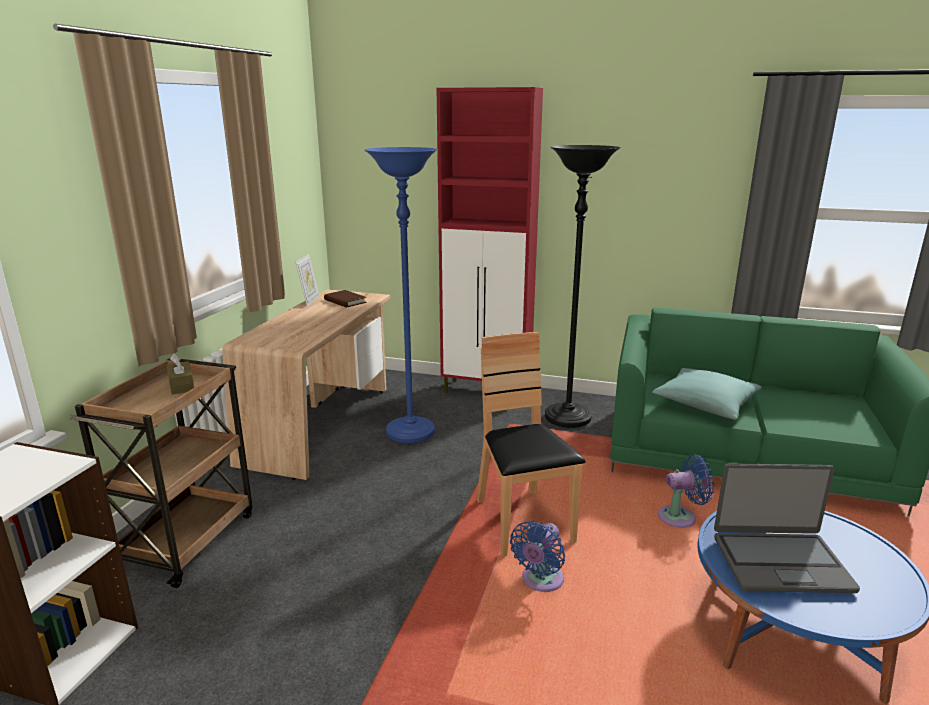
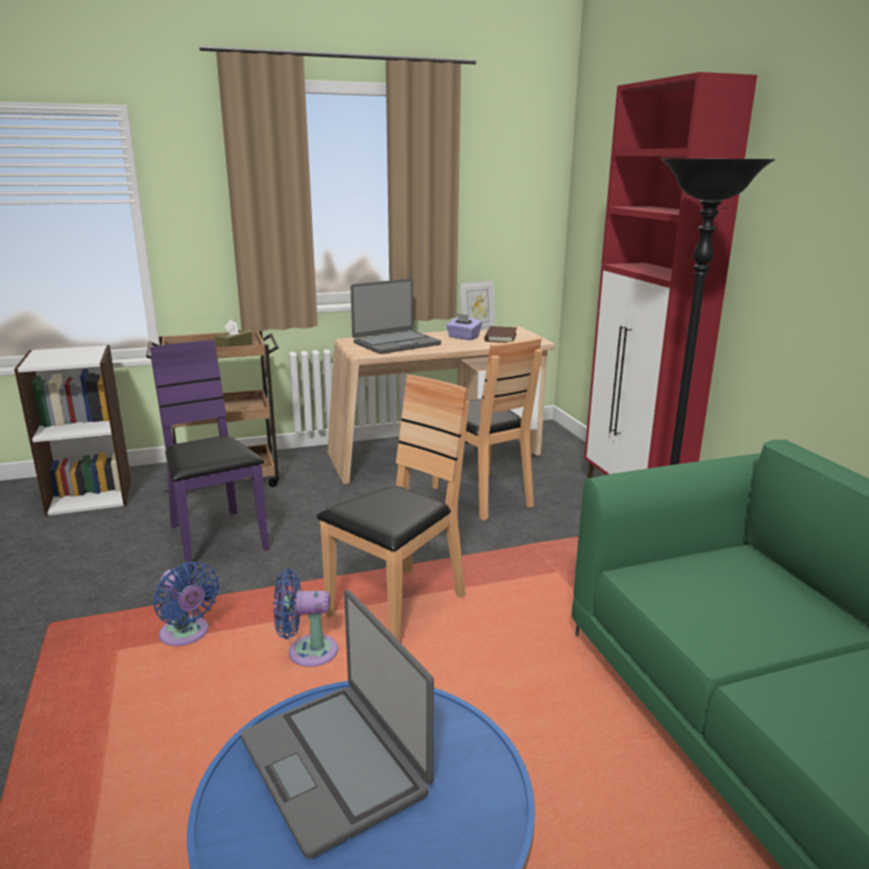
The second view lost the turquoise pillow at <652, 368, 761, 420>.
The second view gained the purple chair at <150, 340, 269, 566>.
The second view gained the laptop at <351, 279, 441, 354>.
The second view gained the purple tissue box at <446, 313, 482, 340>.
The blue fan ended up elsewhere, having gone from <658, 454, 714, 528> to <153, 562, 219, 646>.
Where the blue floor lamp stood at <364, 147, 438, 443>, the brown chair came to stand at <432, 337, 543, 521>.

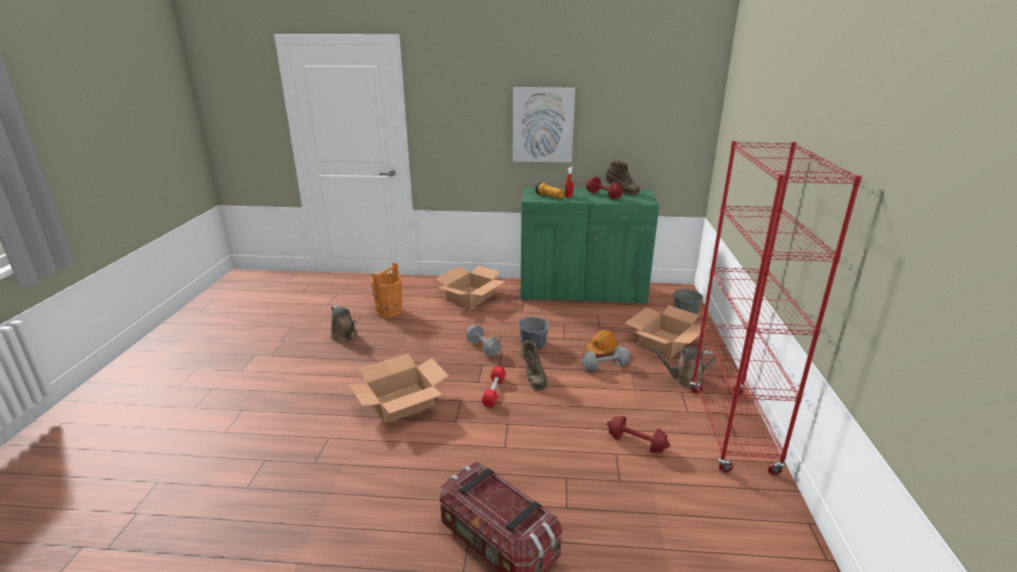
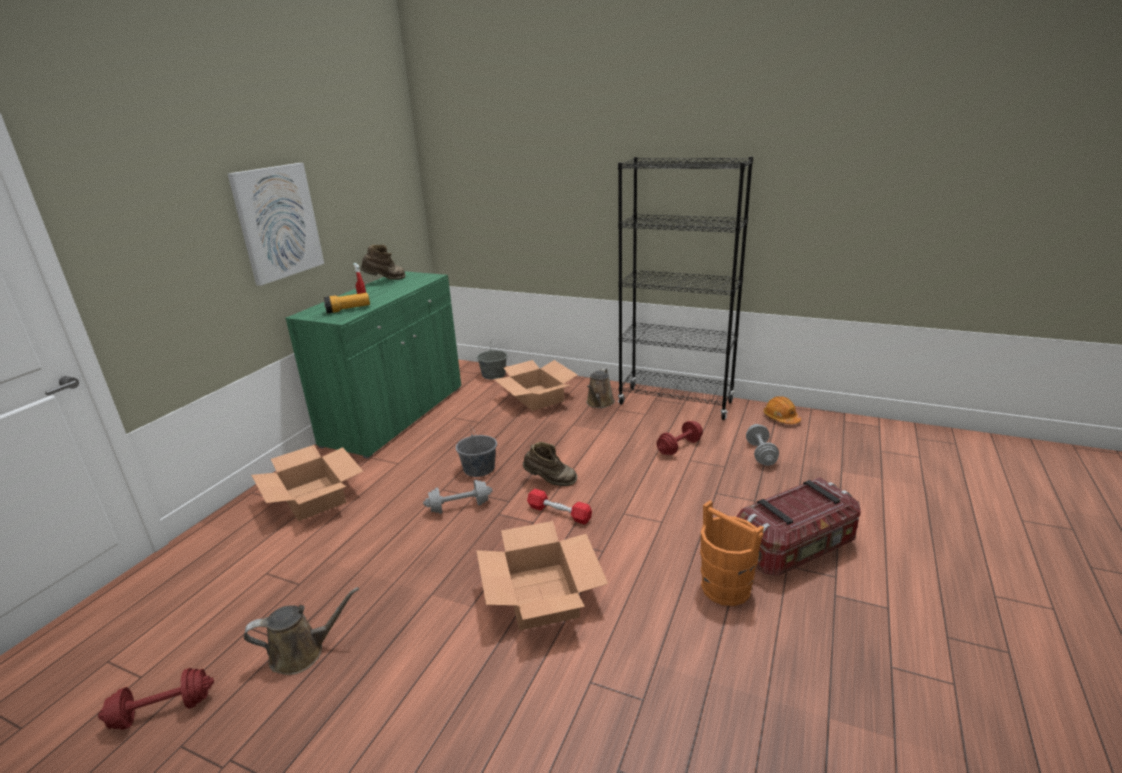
The orange bucket ended up elsewhere, having gone from <371, 262, 402, 318> to <700, 500, 764, 606>.
The grey dumbbell ended up elsewhere, having gone from <581, 347, 631, 371> to <746, 424, 779, 466>.
The red dumbbell ended up elsewhere, having gone from <586, 177, 623, 199> to <98, 668, 214, 730>.
The orange hard hat ended up elsewhere, having gone from <586, 330, 618, 355> to <763, 396, 801, 424>.
What was the red bookcase at <690, 141, 862, 475> turned into the black bookcase at <618, 157, 753, 420>.

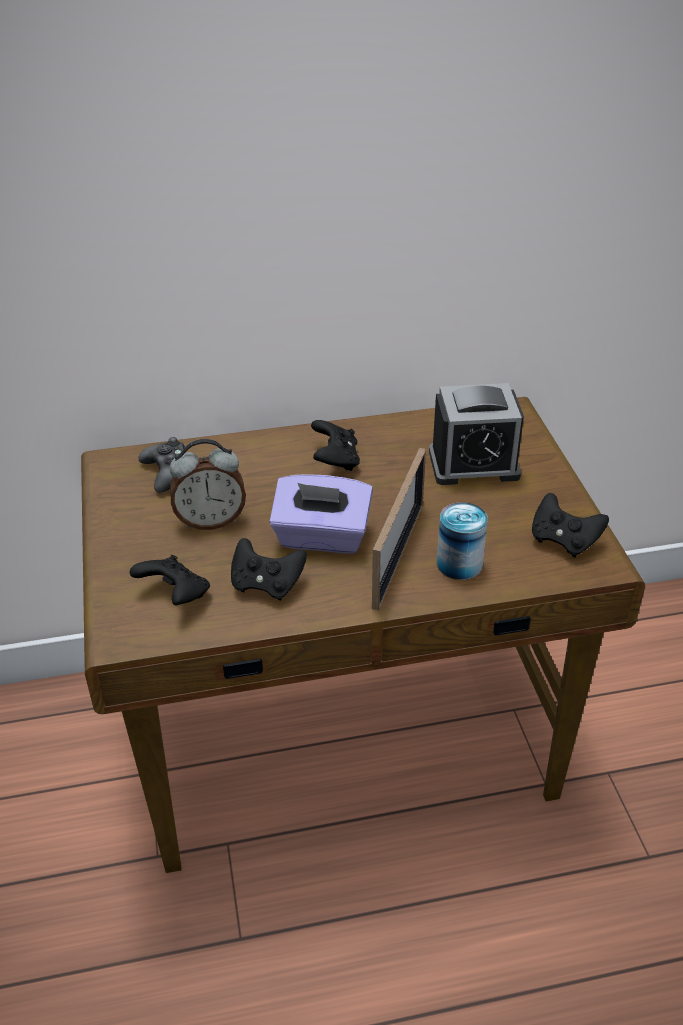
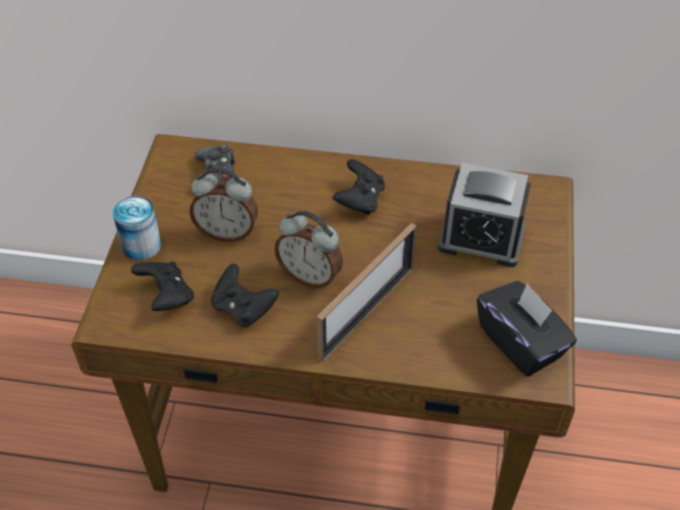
The can ended up elsewhere, having gone from <437, 502, 488, 580> to <113, 196, 161, 261>.
Where the purple tissue box stood at <269, 474, 373, 553>, the alarm clock came to stand at <274, 210, 343, 288>.
Where the black game controller stood at <532, 493, 609, 557>, the black tissue box came to stand at <477, 281, 577, 376>.

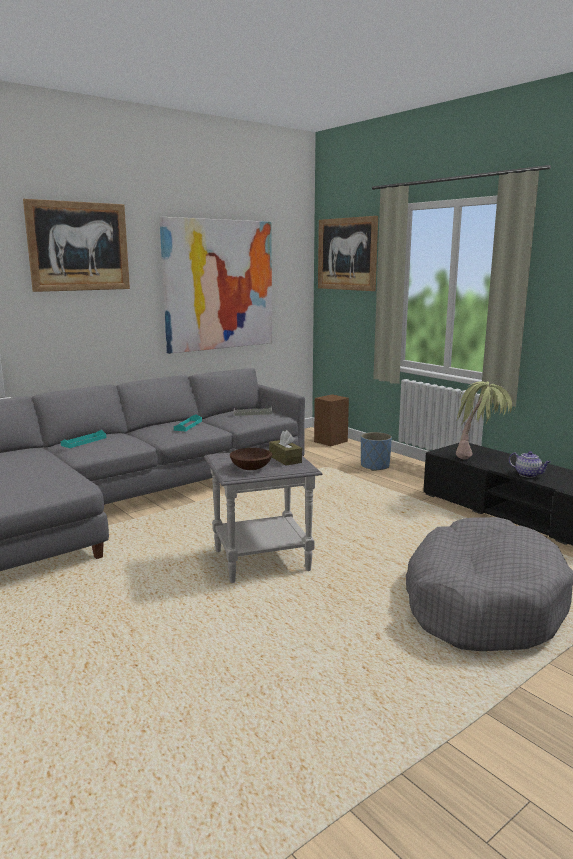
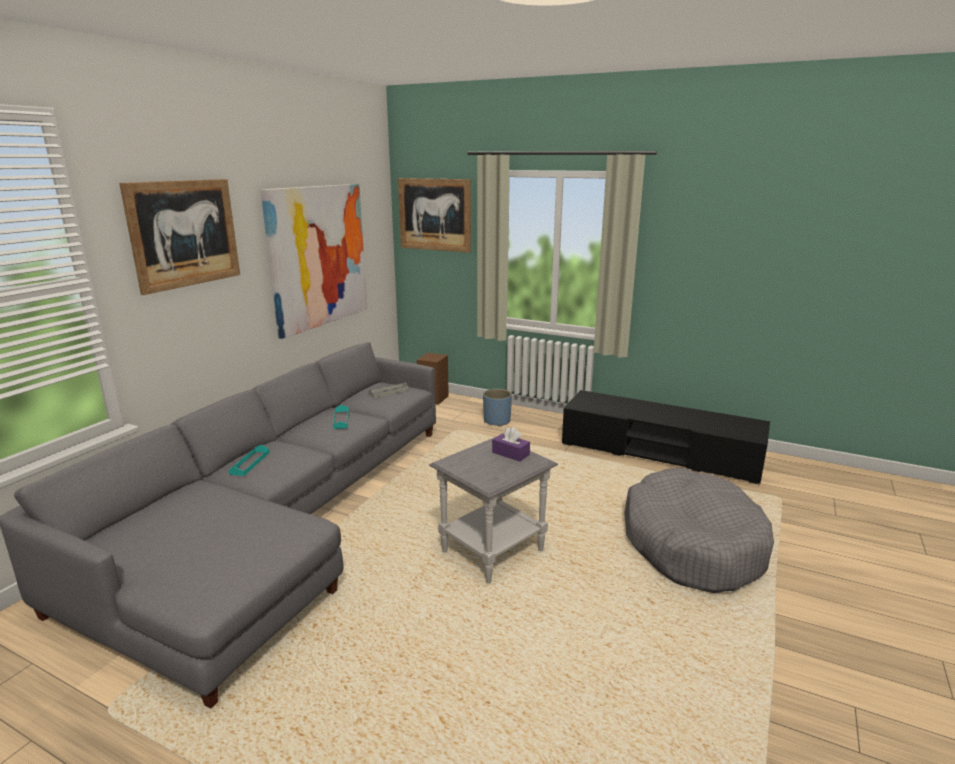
The second view lost the brown bowl at <230, 448, 272, 470>.
The second view lost the potted plant at <456, 381, 515, 460>.
The second view lost the teapot at <509, 451, 551, 478>.
What was the brown tissue box at <269, 430, 302, 466> turned into the purple tissue box at <492, 427, 530, 461>.

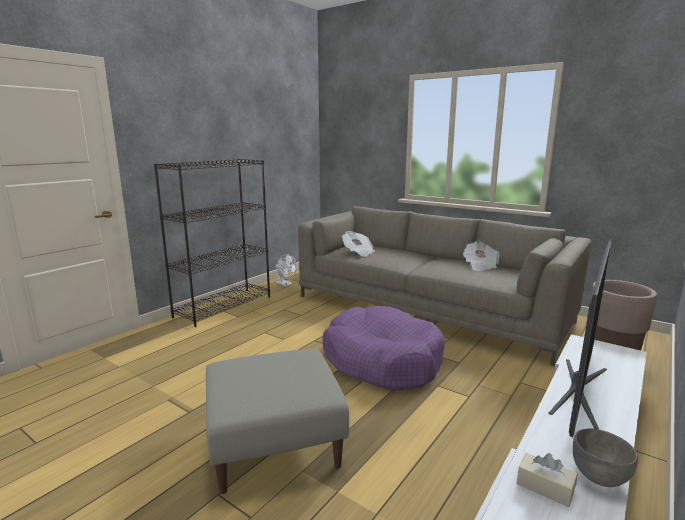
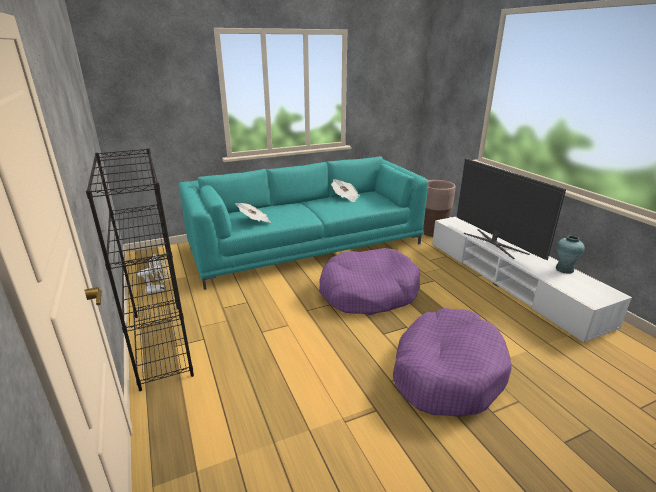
The second view lost the beige tissue box at <517, 453, 577, 507>.
Where the beige ottoman stood at <206, 349, 349, 494>, the purple dog bed came to stand at <393, 308, 512, 417>.
Where the grey bowl stood at <573, 428, 638, 487>, the turquoise vase came to stand at <556, 235, 585, 274>.
What was the beige sofa at <298, 206, 591, 366> turned into the turquoise sofa at <179, 156, 428, 290>.

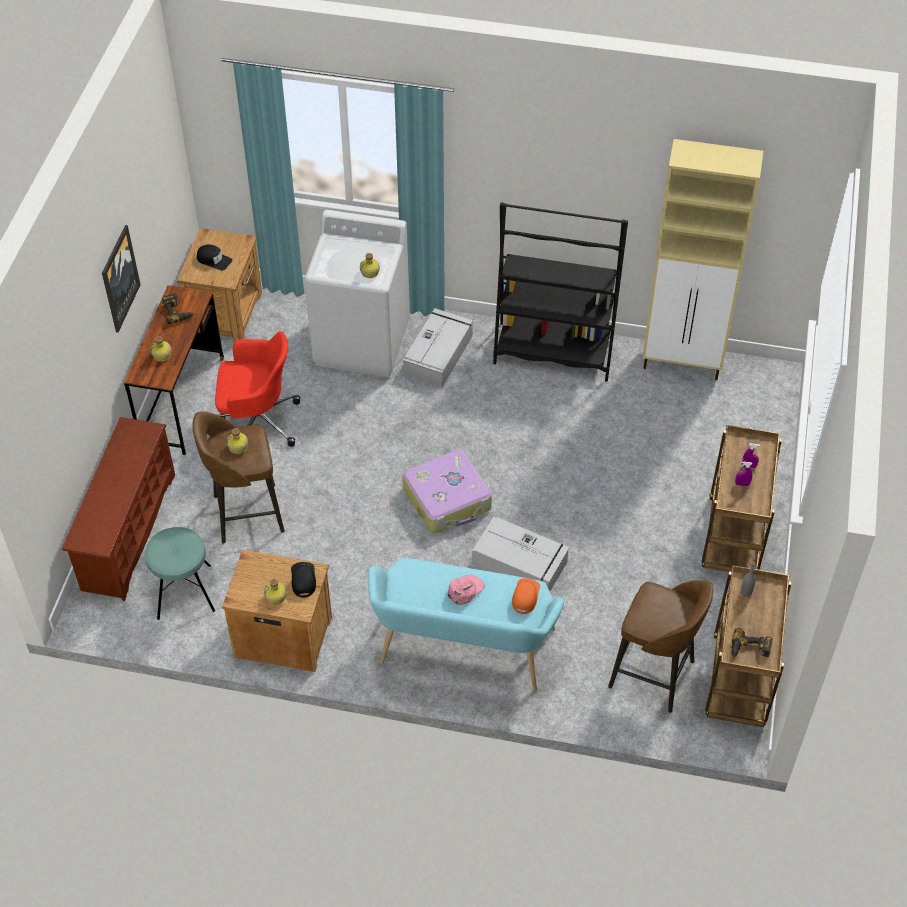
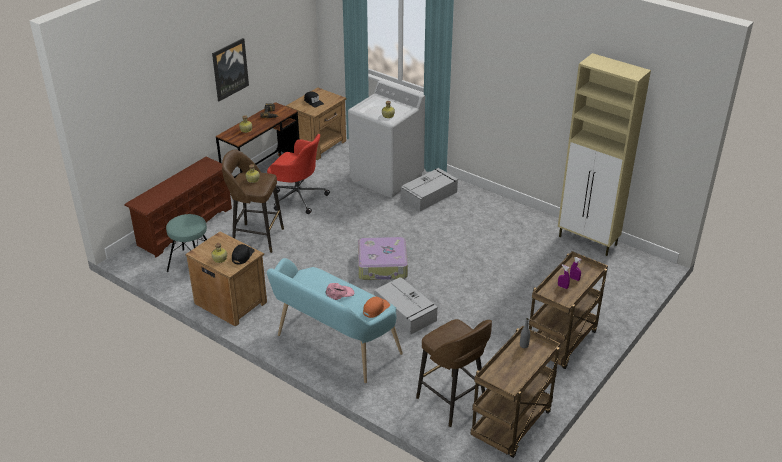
The second view lost the black bookcase at <493, 202, 628, 381>.
The second view lost the power drill at <731, 628, 773, 658>.

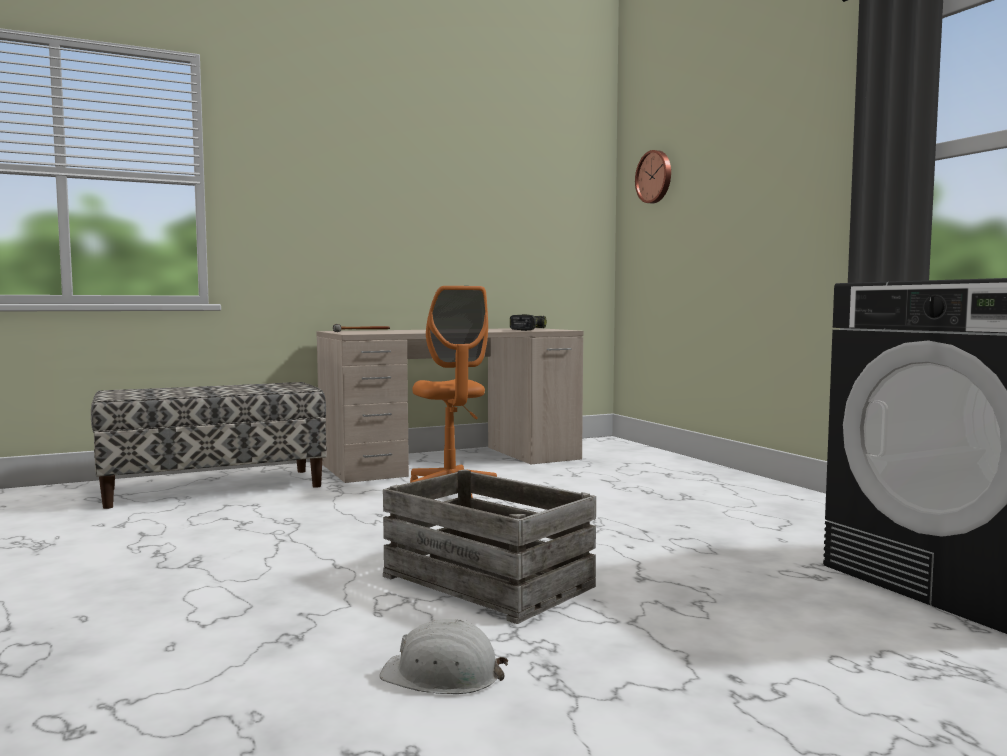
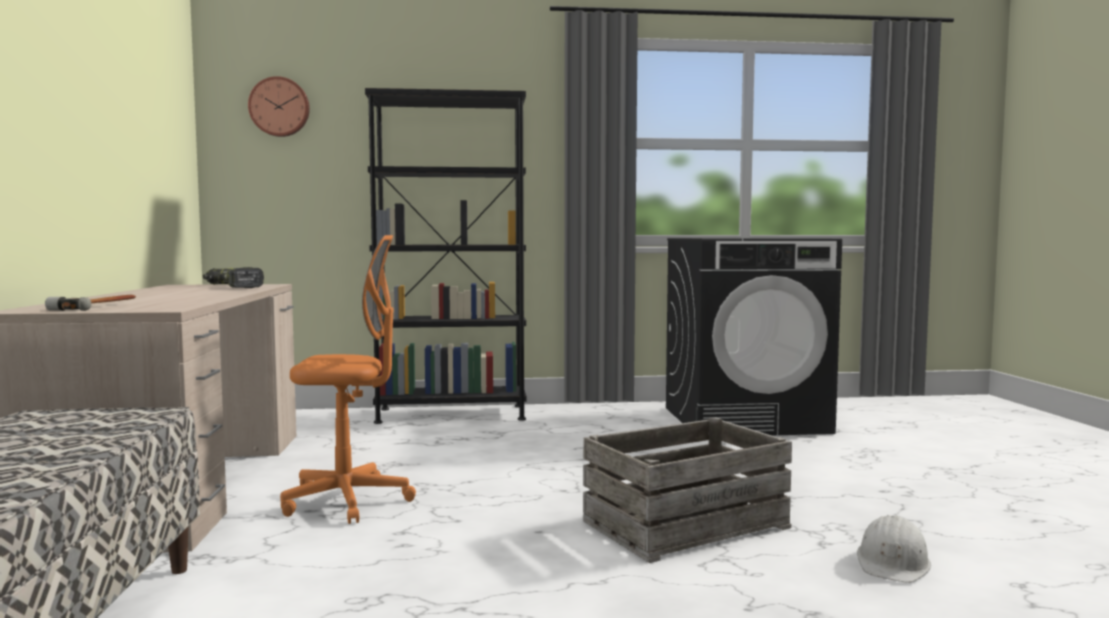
The second view gained the black bookcase at <365, 88, 527, 424>.

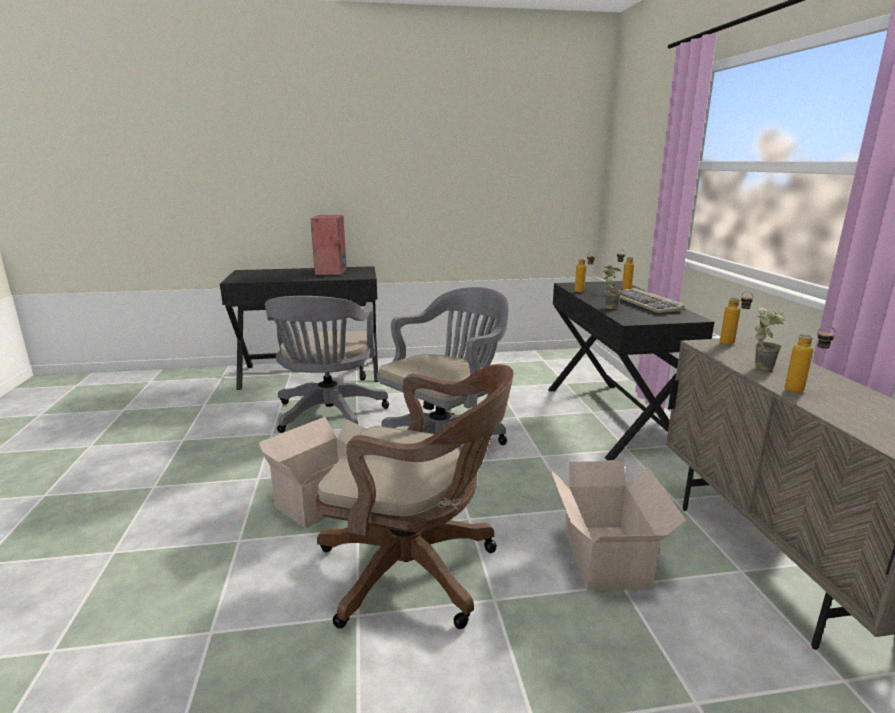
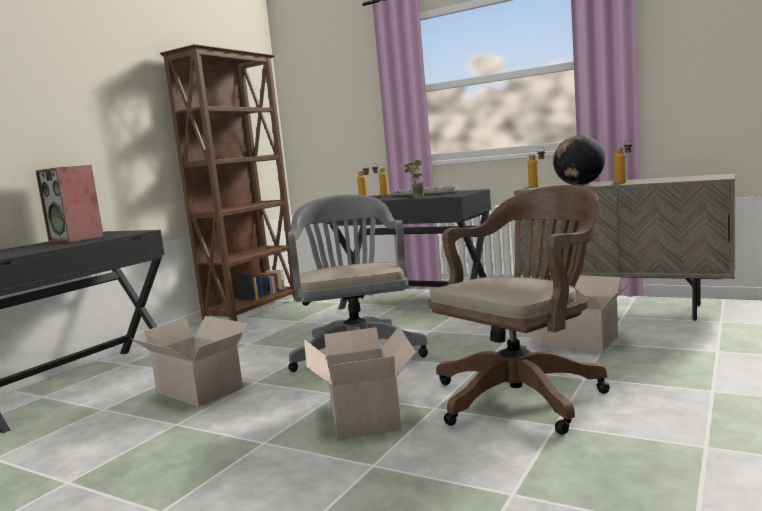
The second view gained the brown bookcase at <160, 44, 296, 321>.
Where the grey office chair stood at <265, 296, 389, 433>, the cardboard box came to stand at <131, 316, 249, 407>.
Where the potted plant stood at <755, 306, 785, 370>, the globe came to stand at <553, 135, 605, 185>.

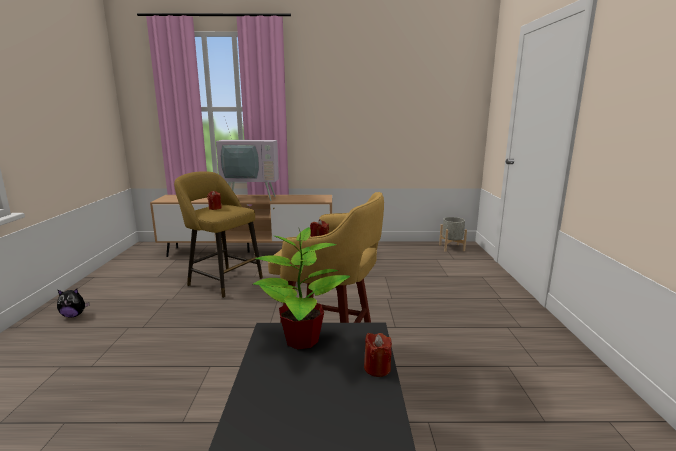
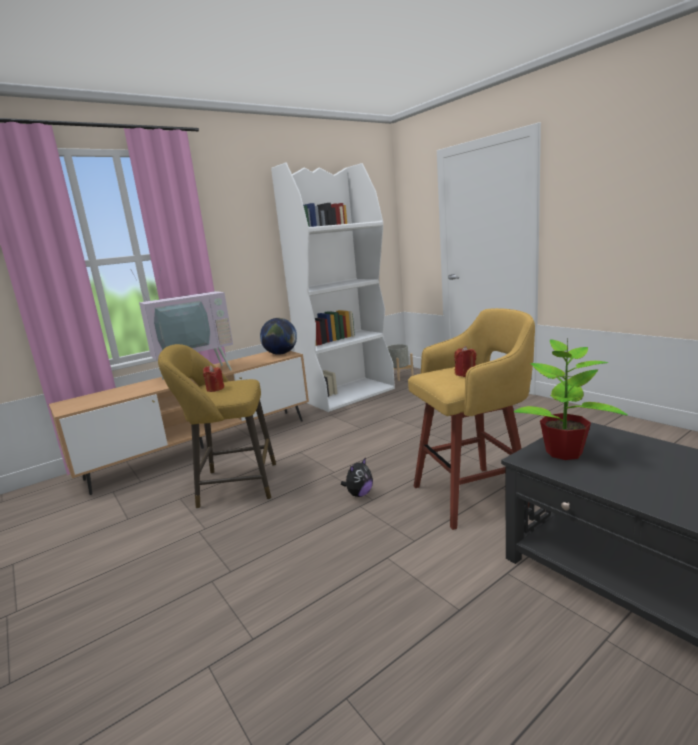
The second view lost the red candle at <364, 333, 392, 377>.
The second view gained the globe at <260, 318, 297, 355>.
The second view gained the white bookcase at <271, 162, 395, 412>.
The plush toy ended up elsewhere, having gone from <57, 289, 90, 318> to <341, 457, 373, 497>.

